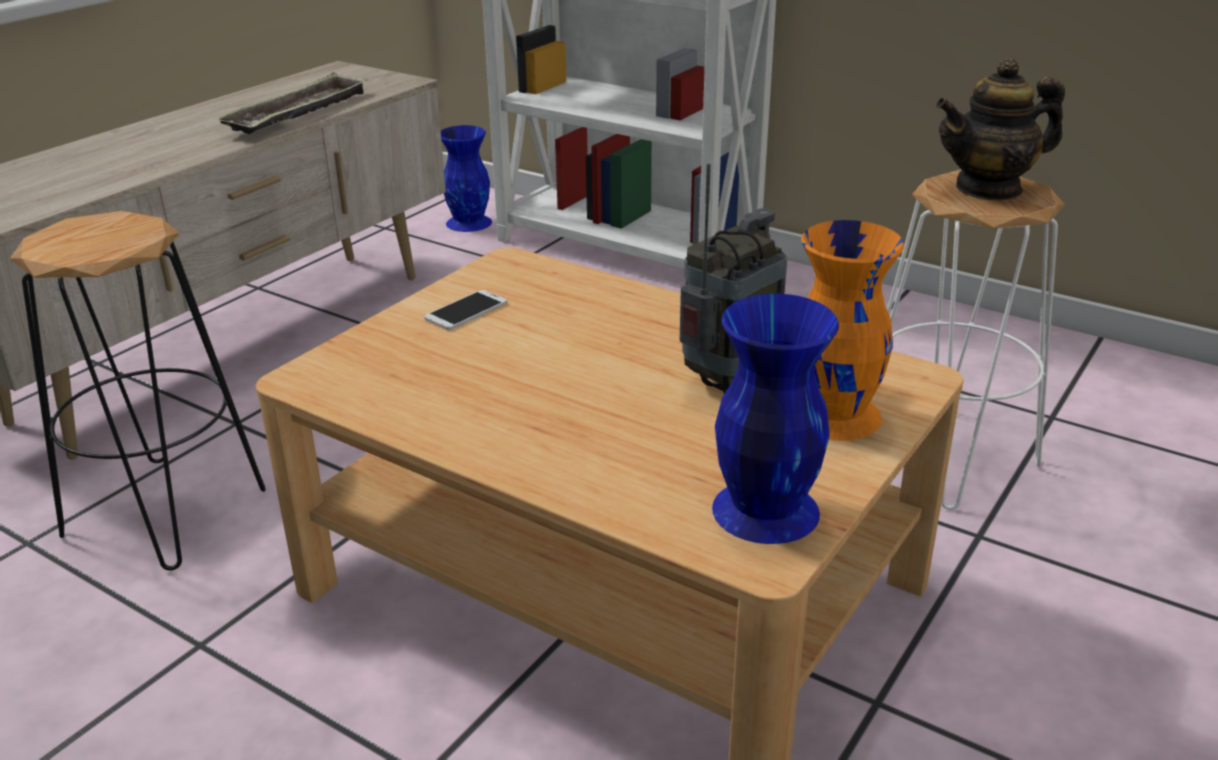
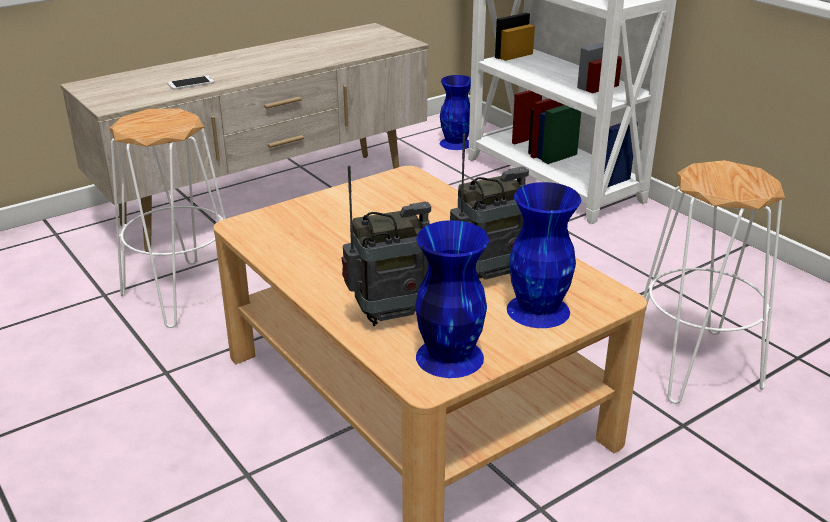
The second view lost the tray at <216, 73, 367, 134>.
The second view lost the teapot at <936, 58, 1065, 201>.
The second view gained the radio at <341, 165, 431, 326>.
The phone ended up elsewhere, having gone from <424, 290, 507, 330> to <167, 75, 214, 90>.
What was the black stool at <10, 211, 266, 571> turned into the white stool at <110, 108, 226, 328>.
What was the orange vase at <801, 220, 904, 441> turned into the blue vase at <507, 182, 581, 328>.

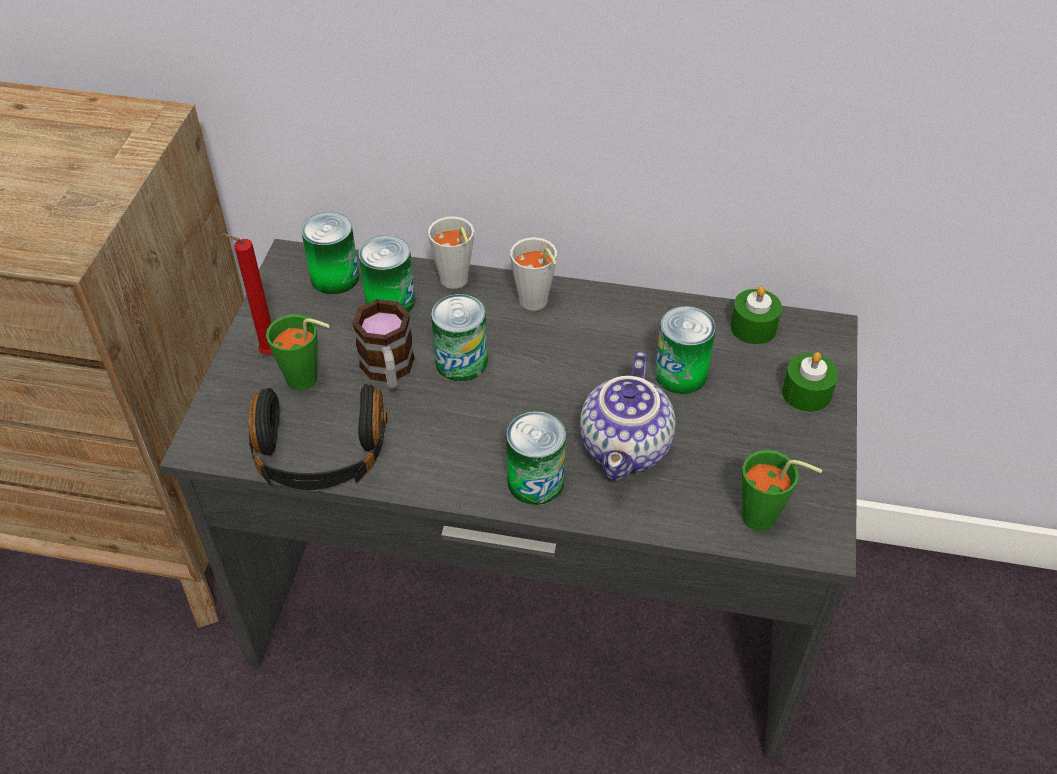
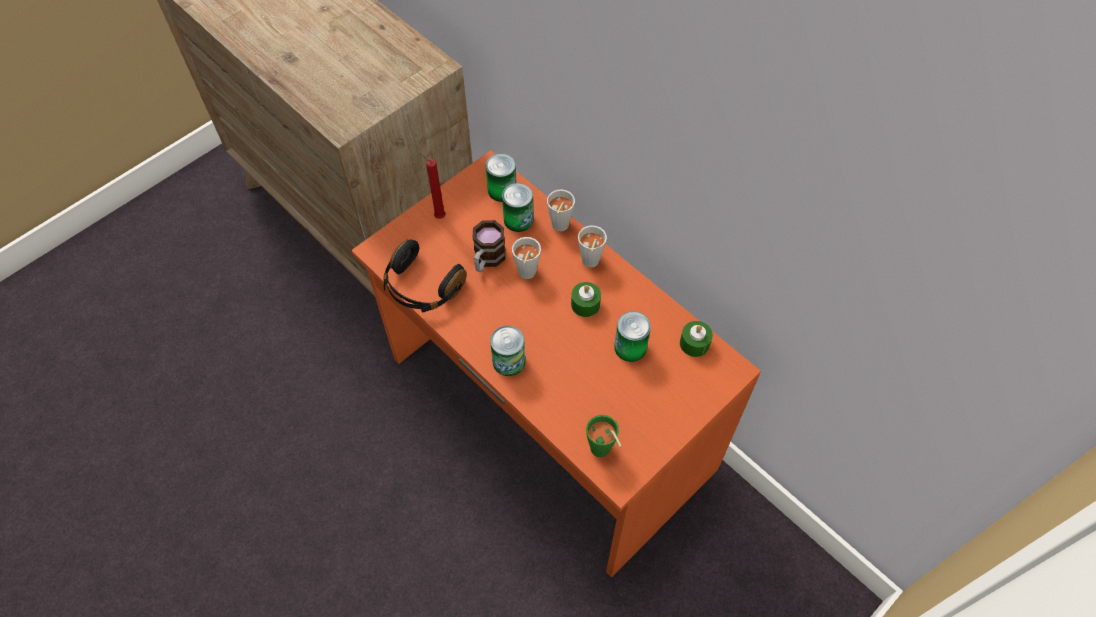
The second view lost the green cup at <266, 314, 330, 391>.
The second view lost the teapot at <580, 352, 676, 480>.
The green candle ended up elsewhere, having gone from <782, 352, 838, 412> to <571, 282, 601, 317>.
Where the can stood at <431, 294, 488, 381>, the grey cup came to stand at <512, 237, 541, 279>.
What was the grey desk at <160, 239, 857, 761> turned into the orange desk at <351, 150, 761, 577>.

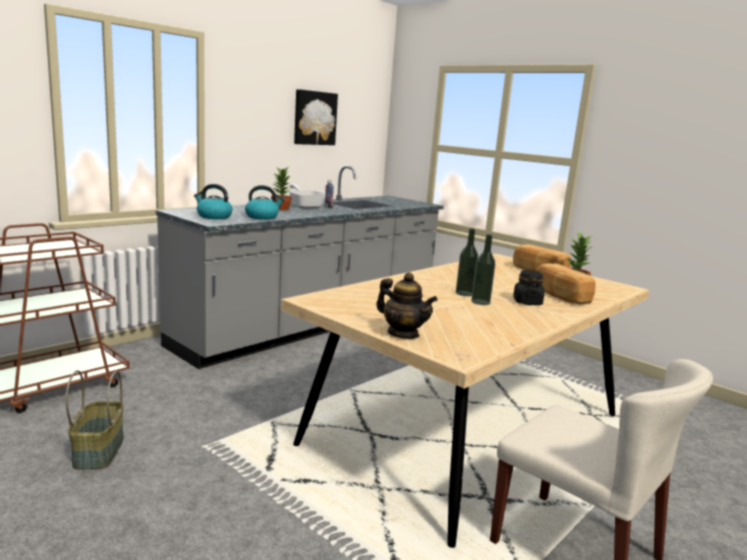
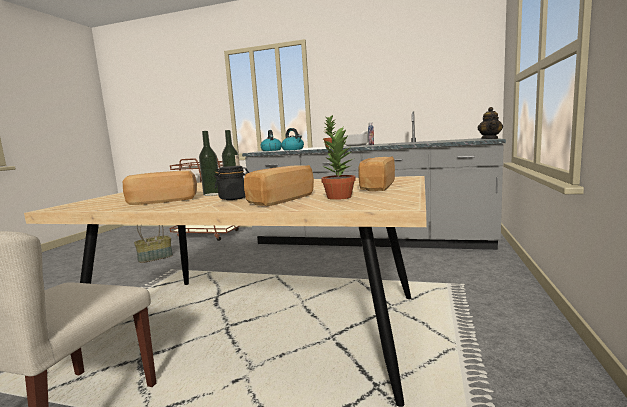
The second view lost the picture at <294, 89, 338, 145>.
The second view gained the bread at <123, 171, 197, 205>.
The teapot ended up elsewhere, having gone from <376, 272, 438, 339> to <478, 107, 503, 139>.

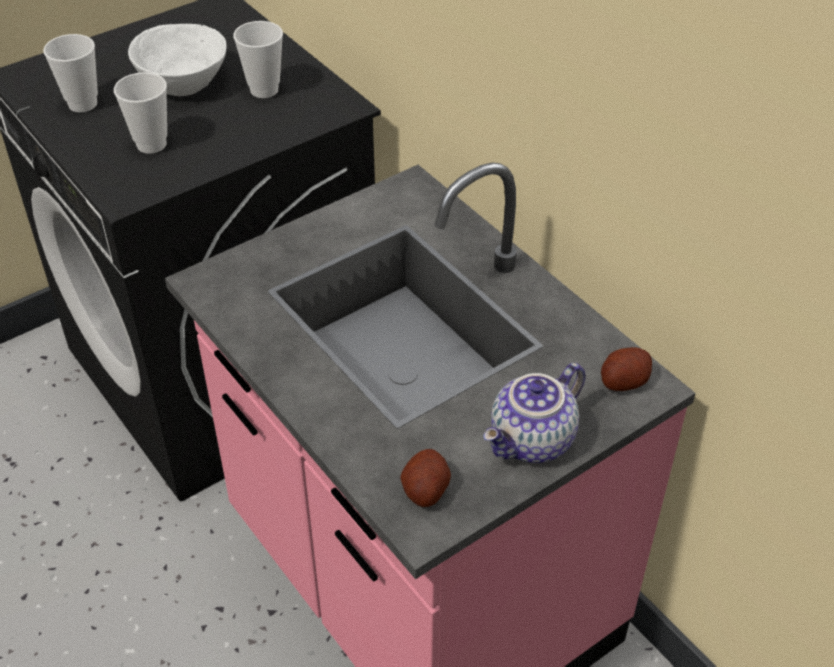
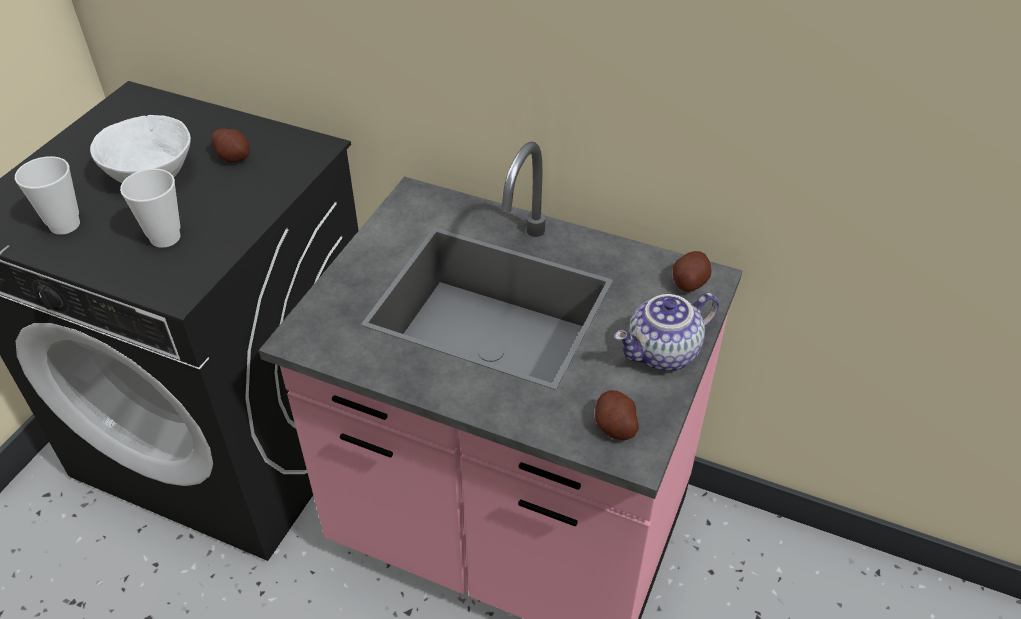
Where the cup stood at <233, 21, 283, 98>, the potato came to stand at <211, 129, 250, 163>.
The teapot at <483, 363, 586, 463> ended up facing another way, 45 degrees clockwise from before.

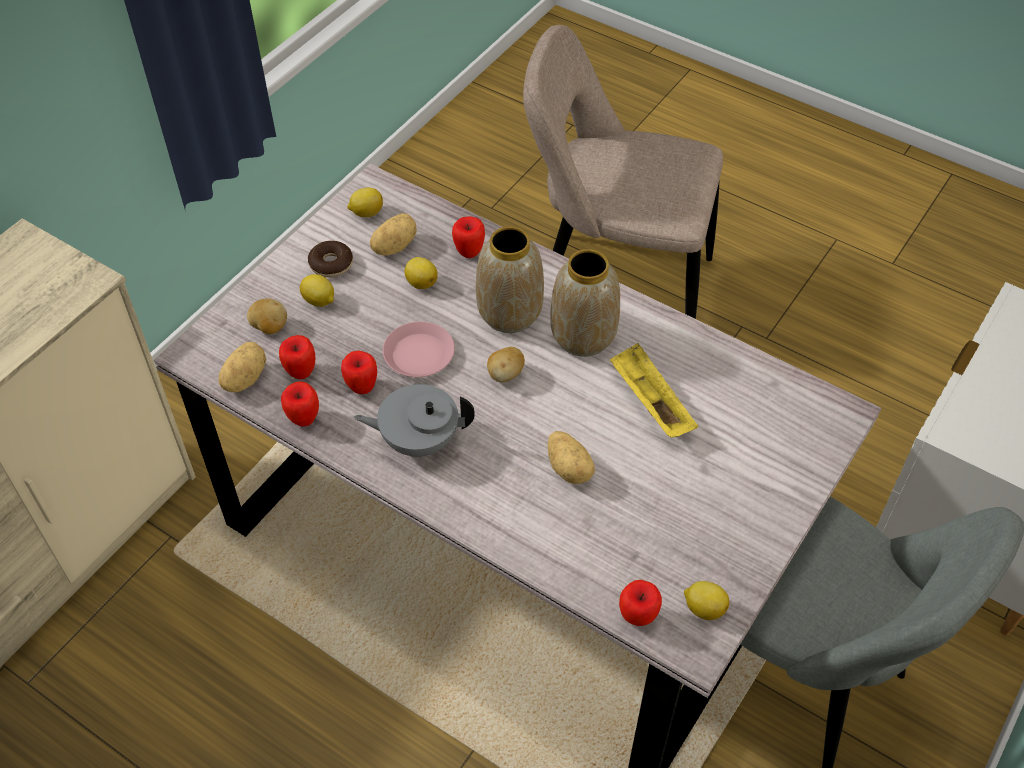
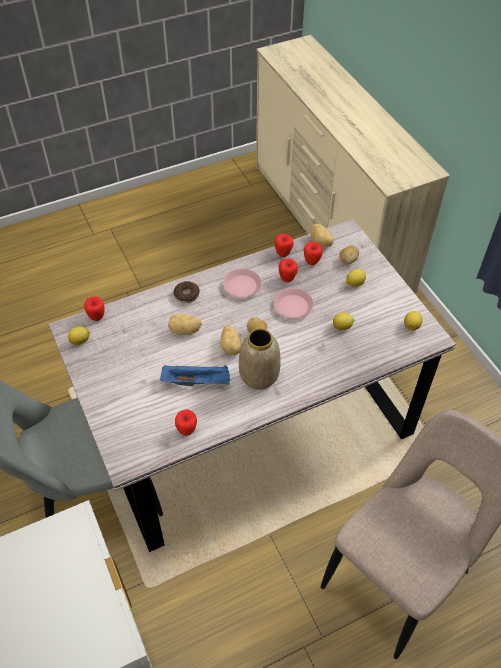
The second view lost the vase at <476, 226, 544, 333>.
The donut ended up elsewhere, having gone from <308, 241, 353, 278> to <174, 281, 200, 303>.
The potato ended up elsewhere, having gone from <370, 213, 417, 255> to <220, 326, 241, 355>.
The apple ended up elsewhere, having gone from <452, 216, 485, 258> to <175, 409, 197, 436>.
Where the grey teapot stood at <354, 384, 474, 457>, the pink plate came to stand at <223, 269, 262, 298>.
What was the yellow tray at <610, 343, 698, 437> turned into the blue tray at <160, 365, 230, 386>.

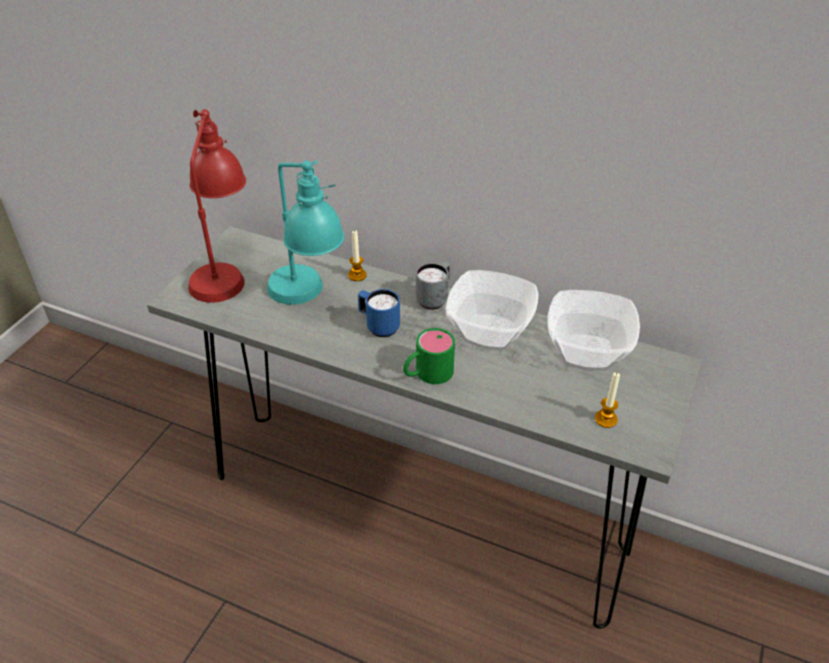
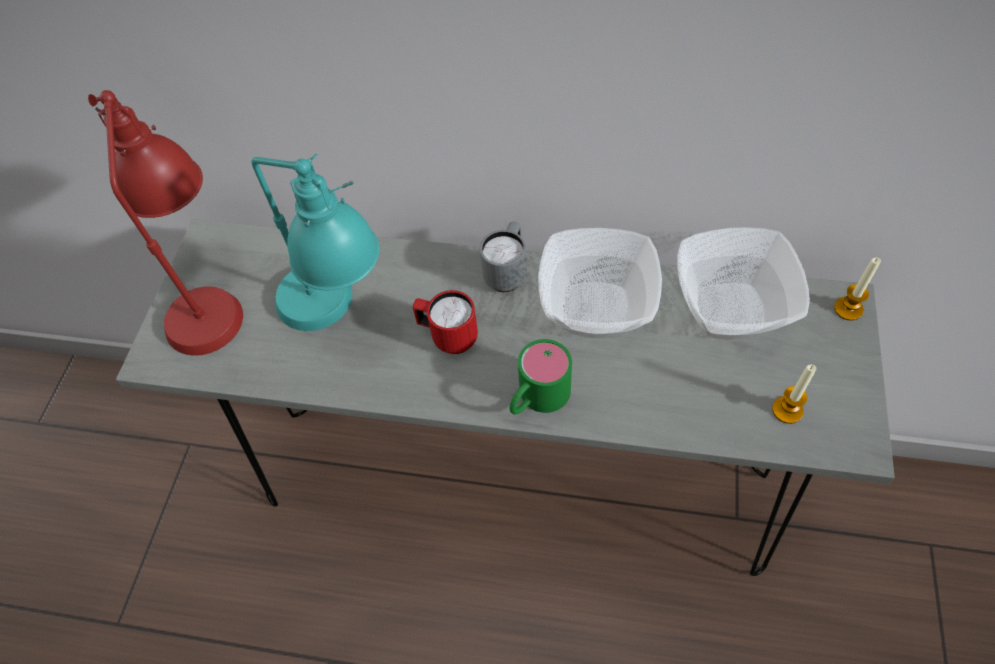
The candle ended up elsewhere, having gone from <348, 230, 367, 281> to <834, 258, 881, 321>.
What was the blue mug at <358, 289, 400, 337> turned into the red mug at <413, 290, 478, 354>.

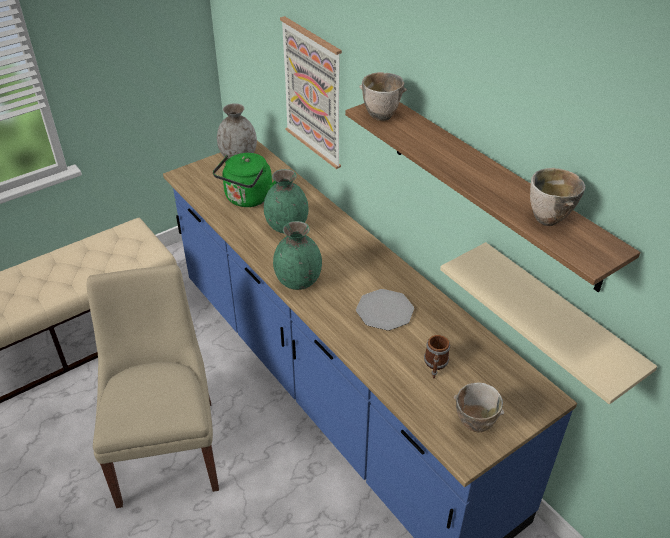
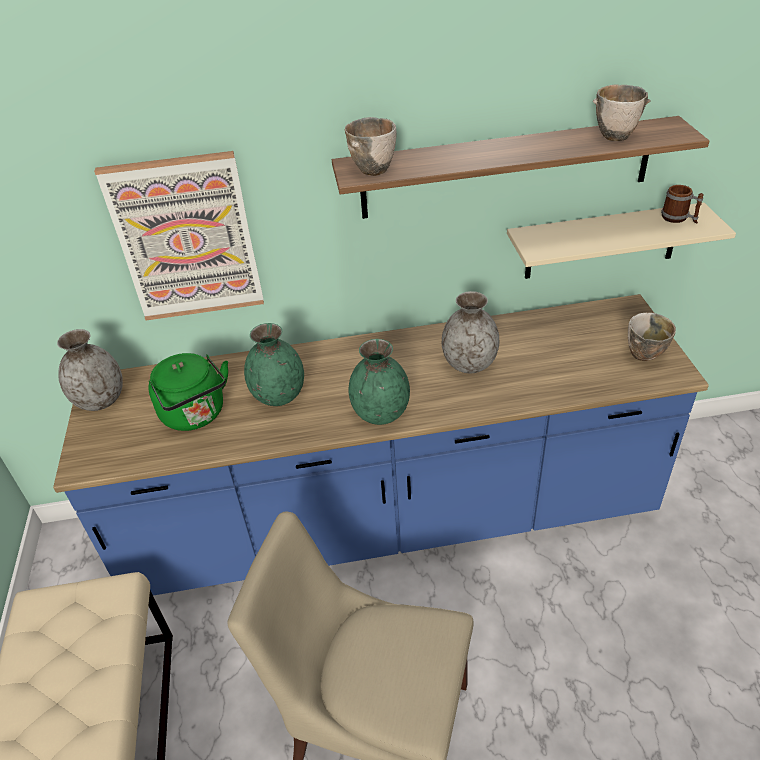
The mug ended up elsewhere, having gone from <424, 335, 450, 379> to <661, 185, 704, 224>.
Where the plate stood at <356, 289, 414, 331>, the grey vase came to stand at <442, 291, 499, 373>.

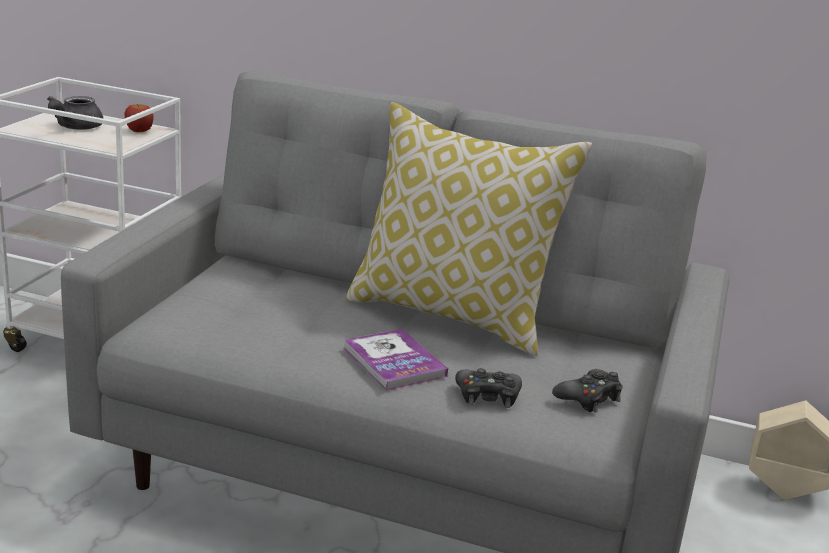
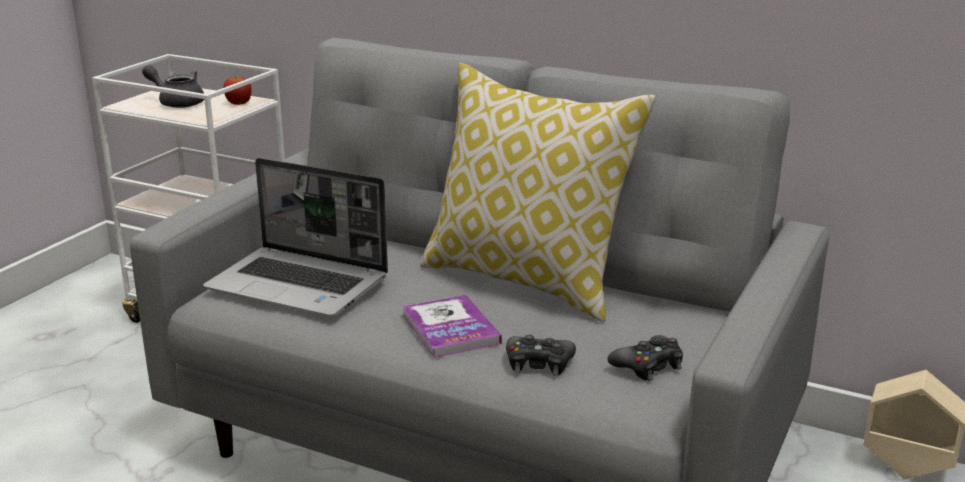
The second view gained the laptop at <203, 158, 388, 317>.
The grey teapot at <47, 96, 104, 130> ended up facing another way, 90 degrees clockwise from before.

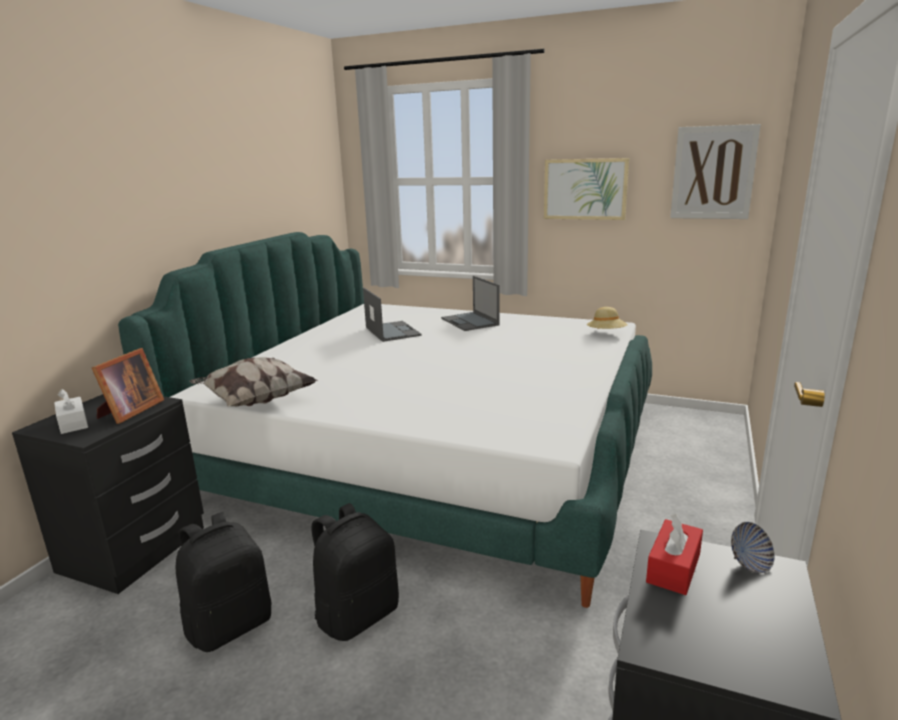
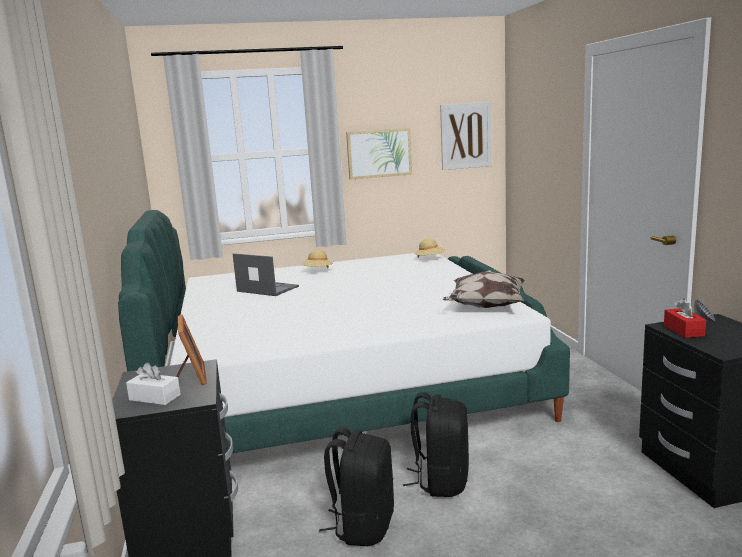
The pillow ended up elsewhere, having gone from <189, 357, 318, 407> to <443, 270, 525, 308>.
Where the laptop stood at <441, 276, 499, 331>, the beige hat came to stand at <301, 250, 333, 268>.

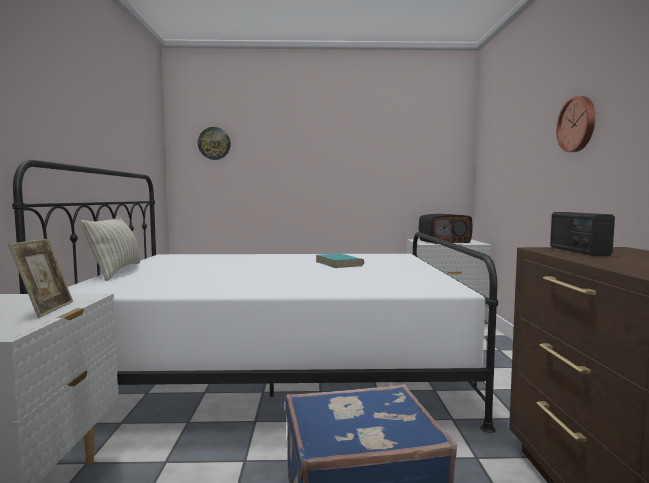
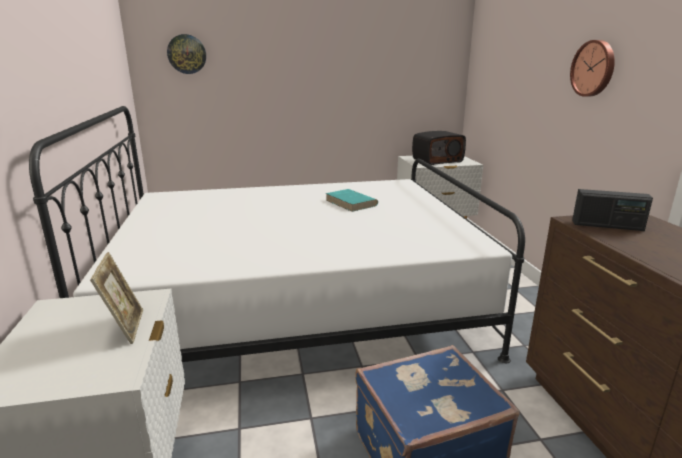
The second view lost the pillow at <80, 215, 140, 281>.
The radio at <550, 212, 615, 256> ended up facing another way, 60 degrees counterclockwise from before.

